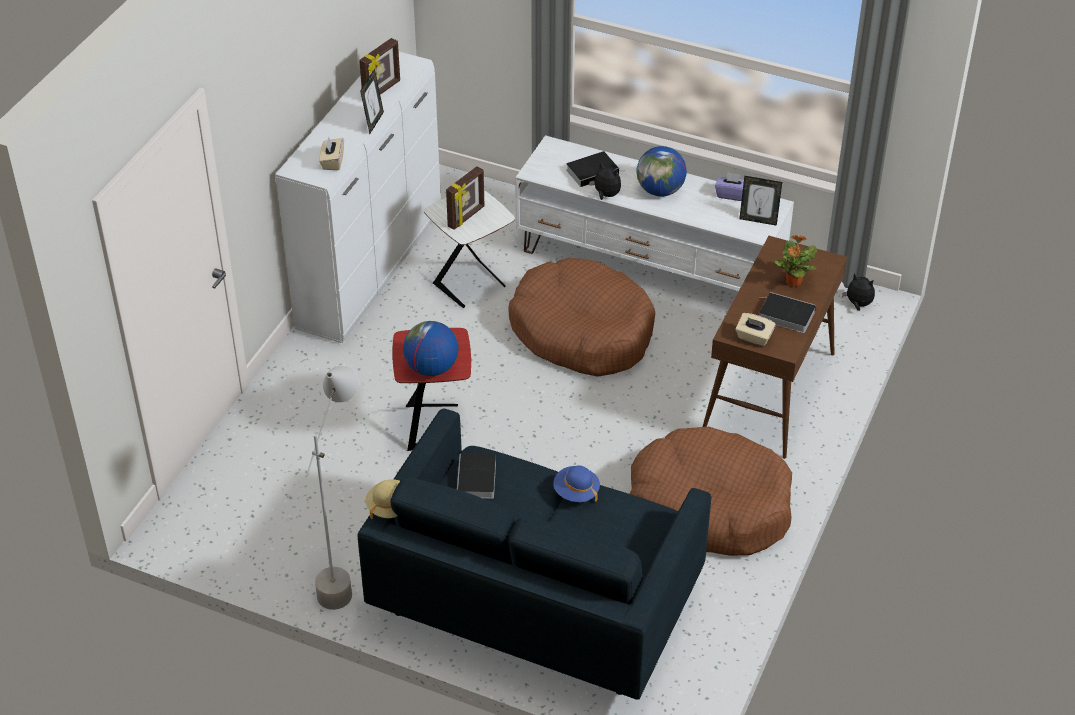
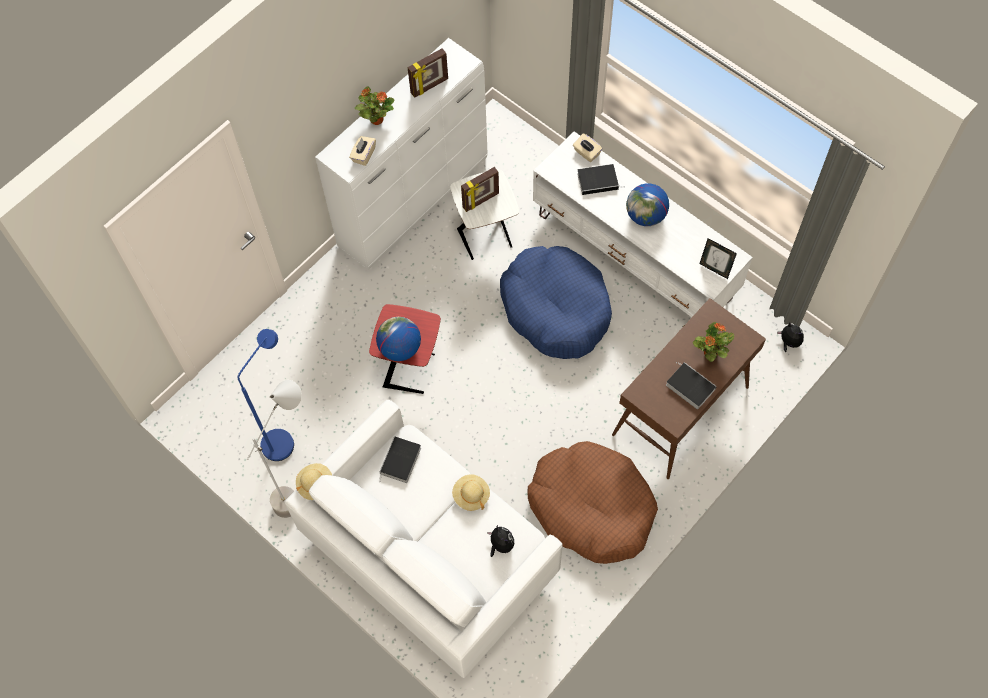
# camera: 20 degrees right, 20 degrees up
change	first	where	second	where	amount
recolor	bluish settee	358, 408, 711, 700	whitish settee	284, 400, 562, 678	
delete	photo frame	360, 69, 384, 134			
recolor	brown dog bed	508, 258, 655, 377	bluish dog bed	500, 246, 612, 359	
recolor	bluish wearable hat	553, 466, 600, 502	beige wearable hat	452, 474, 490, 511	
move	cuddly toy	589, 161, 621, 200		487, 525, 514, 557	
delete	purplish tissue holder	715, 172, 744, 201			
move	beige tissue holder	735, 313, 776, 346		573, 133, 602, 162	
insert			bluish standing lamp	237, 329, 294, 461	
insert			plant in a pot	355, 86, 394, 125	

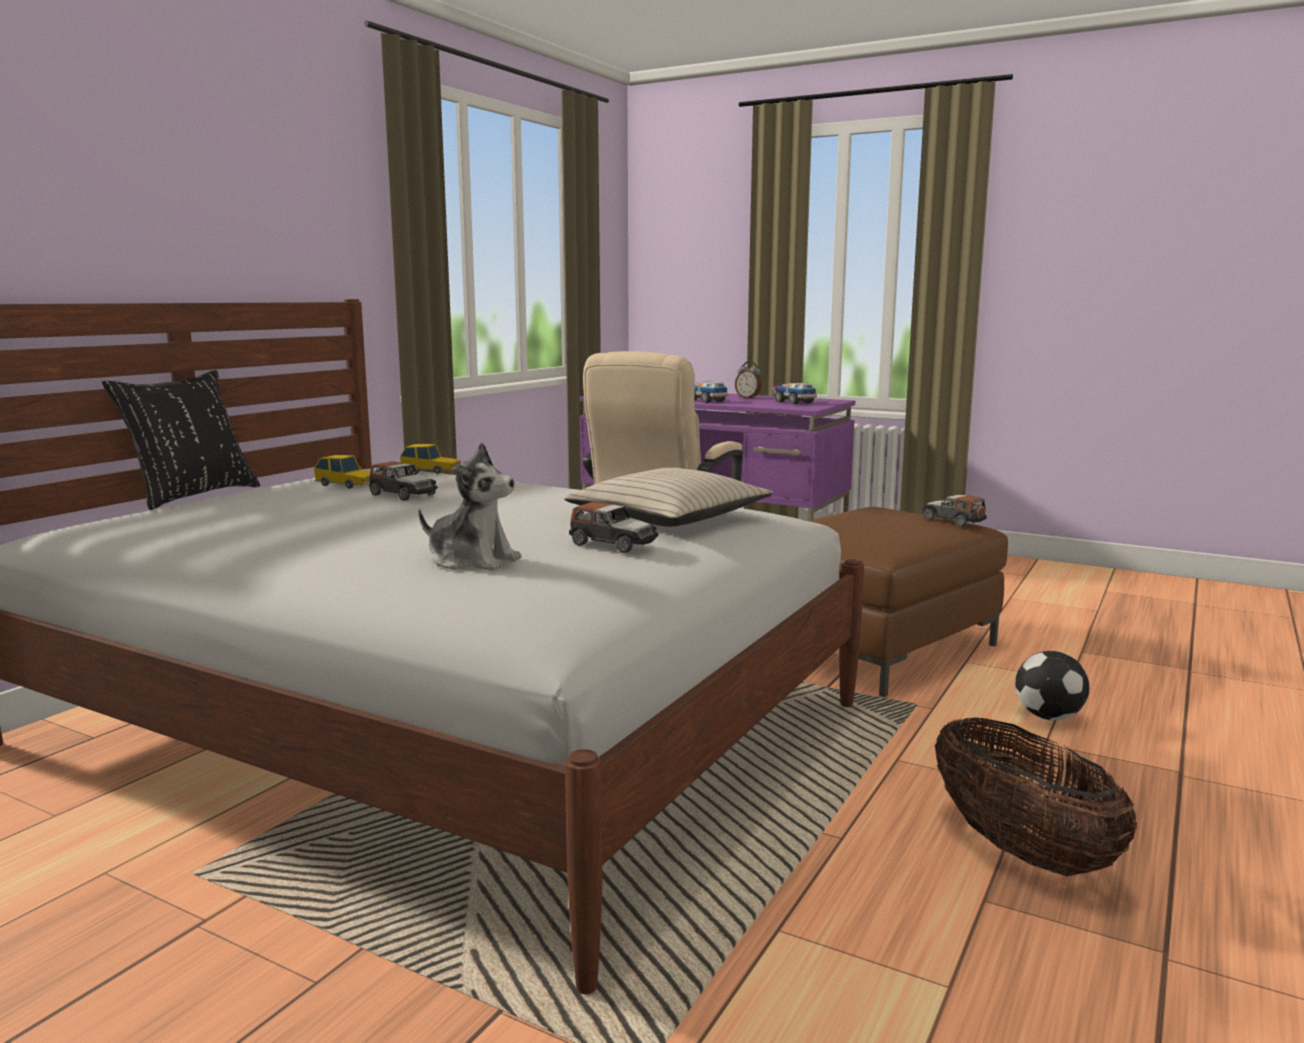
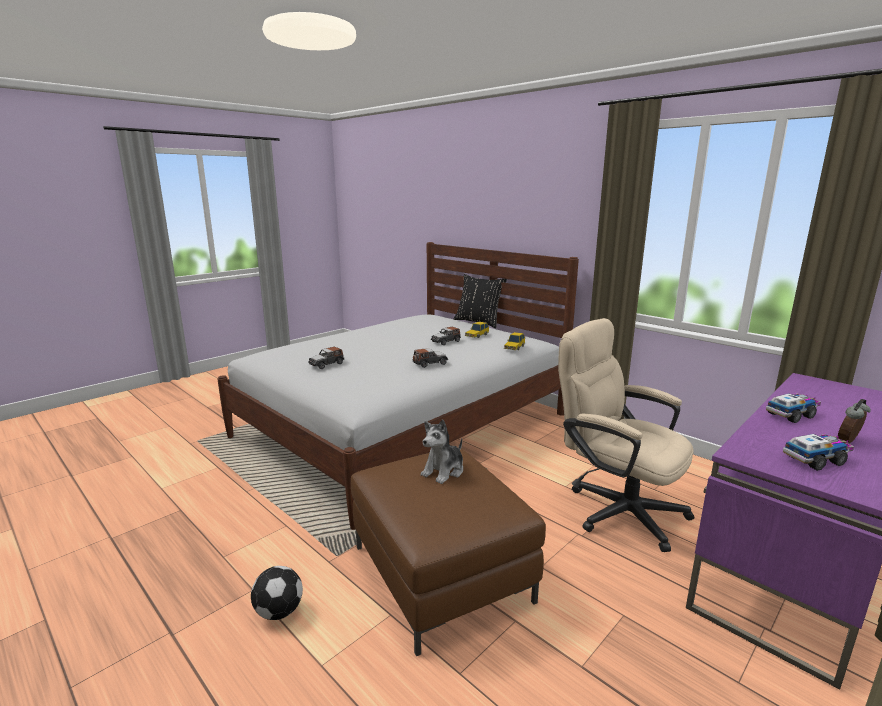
# camera: 105 degrees right, 5 degrees up
change	first	where	second	where	amount
move	cuddly toy	418, 443, 521, 571		421, 419, 463, 484	
delete	beige cushion	564, 468, 773, 527			
move	model car	921, 494, 987, 527		412, 348, 448, 368	
delete	storage basket	935, 718, 1137, 876			

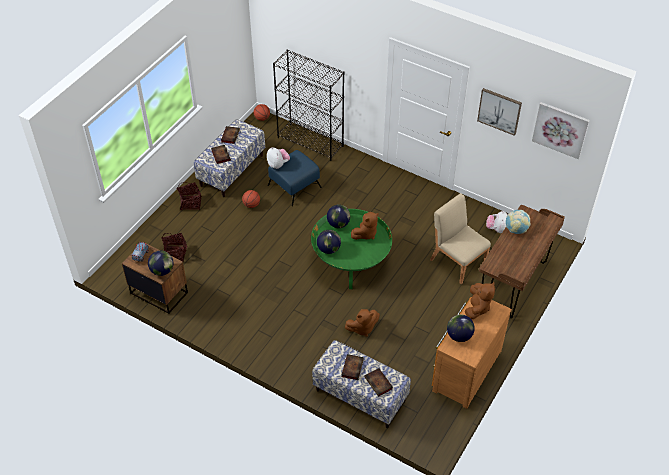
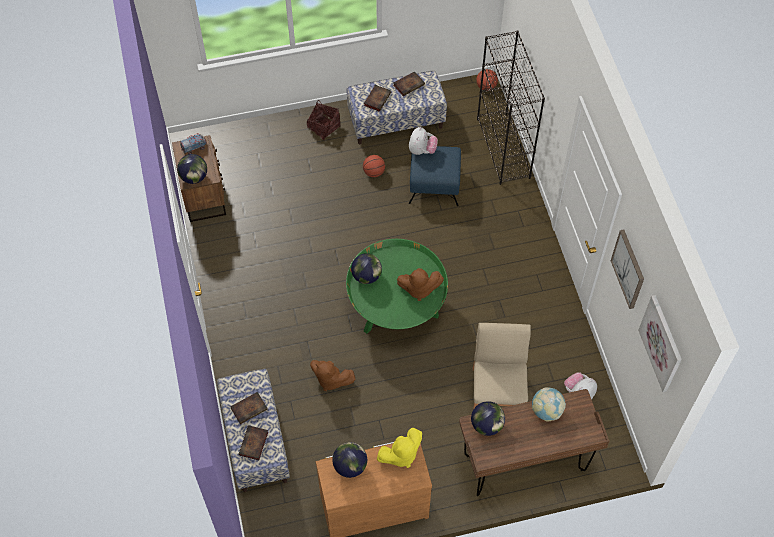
# camera: 45 degrees right, 10 degrees up
change	first	where	second	where	amount
delete	storage basket	161, 233, 187, 261			
move	desk globe	327, 205, 350, 228		471, 401, 505, 436	
recolor	brown cuddly toy	465, 282, 495, 319	yellow-coloured cuddly toy	377, 428, 422, 468	

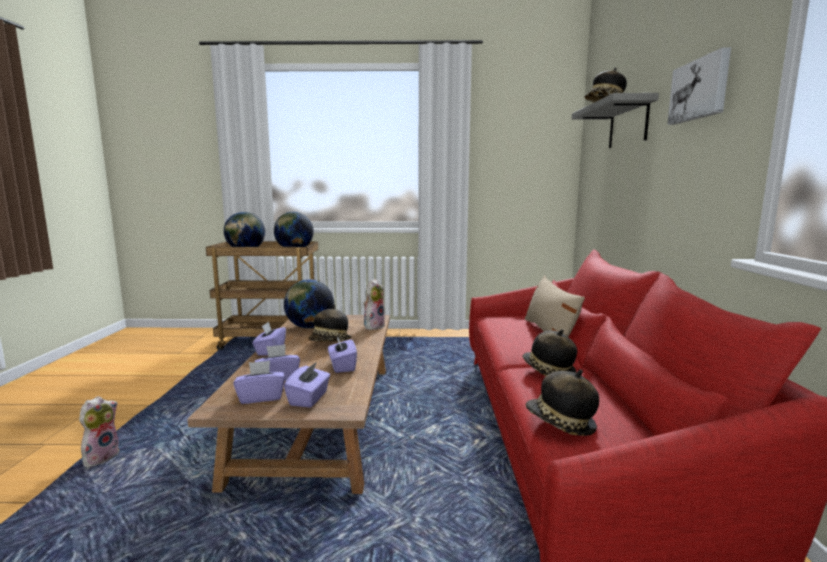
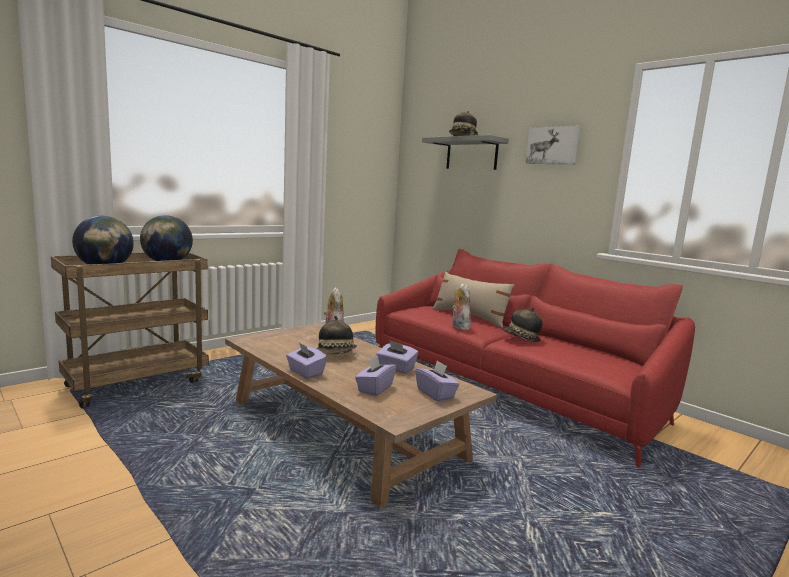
# camera: 45 degrees left, 0 degrees up
change	first	where	second	where	amount
move	cuddly toy	79, 396, 120, 467		452, 283, 472, 330	
delete	purplish tissue holder	233, 360, 285, 404			
delete	desk globe	284, 279, 334, 328			
delete	wearable hat	526, 369, 599, 436			

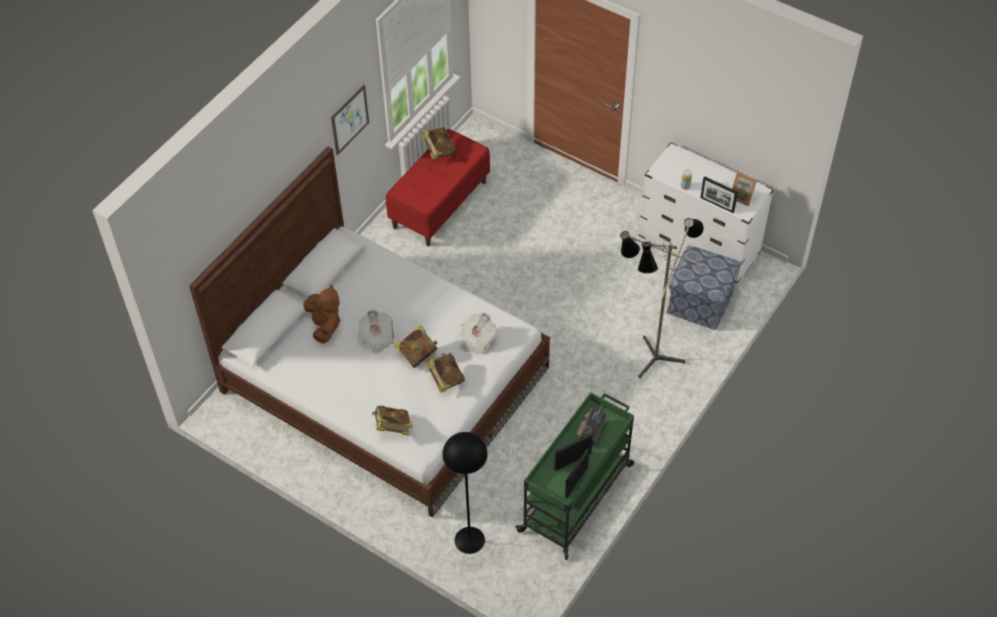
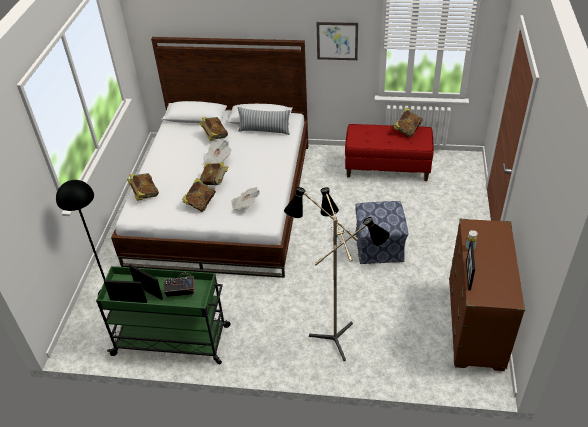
# camera: 65 degrees right, 10 degrees down
change	first	where	second	where	amount
replace	brown cuddly toy	304, 284, 341, 343	book	199, 117, 228, 141	
recolor	whitish chest of drawers	639, 142, 774, 285	brown chest of drawers	449, 219, 525, 371	
move	pouffe	666, 245, 740, 330		355, 201, 408, 264	
delete	photo frame	732, 172, 757, 206			
insert			cushion	238, 107, 290, 135	

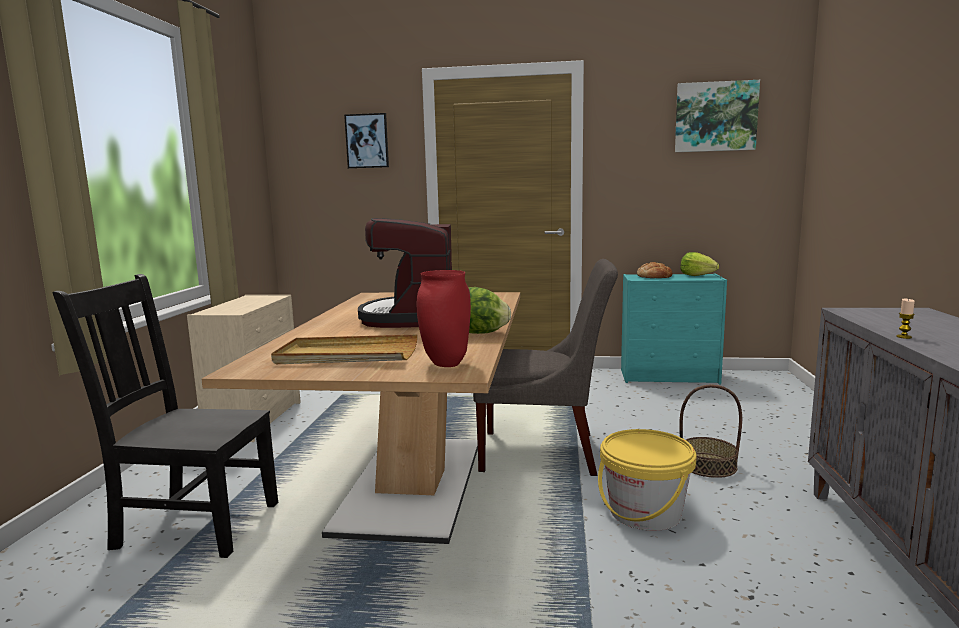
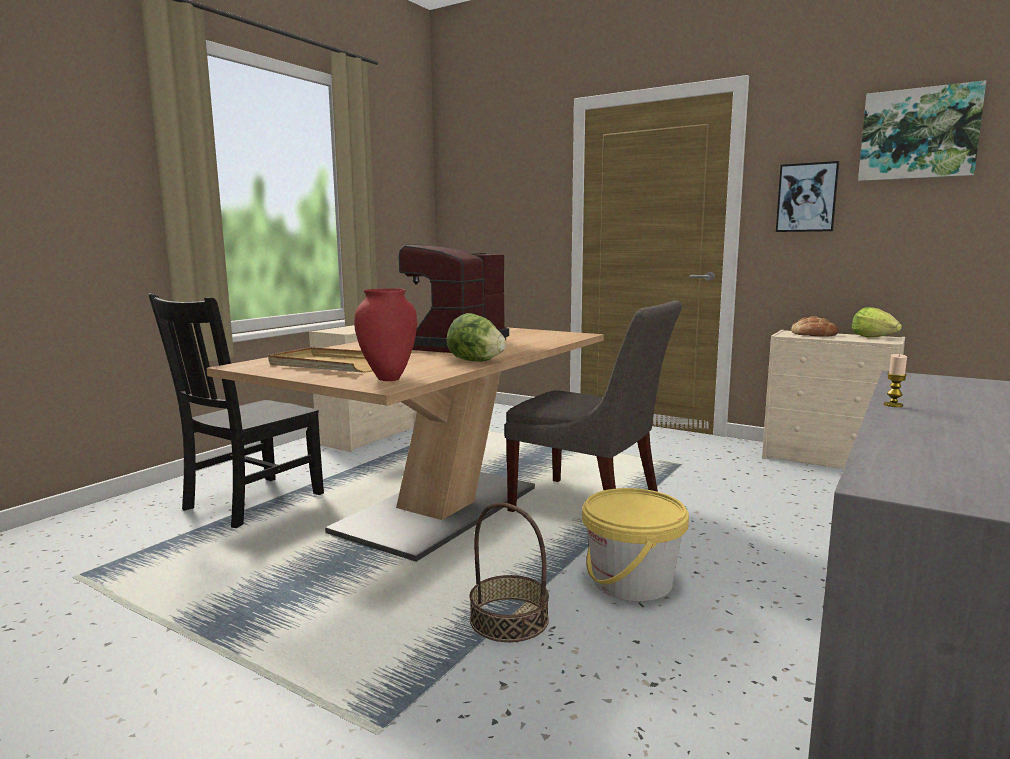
# camera: 25 degrees right, 0 degrees up
change	first	where	second	where	amount
rotate	black upright chair	53, 274, 278, 558		148, 294, 324, 528	90 degrees counterclockwise
move	wall picture	344, 113, 389, 169		776, 161, 839, 232	
recolor	blue-green chest of drawers	621, 273, 727, 384	beige chest of drawers	762, 330, 905, 469	
move	storage basket	680, 384, 742, 478		469, 503, 549, 642	

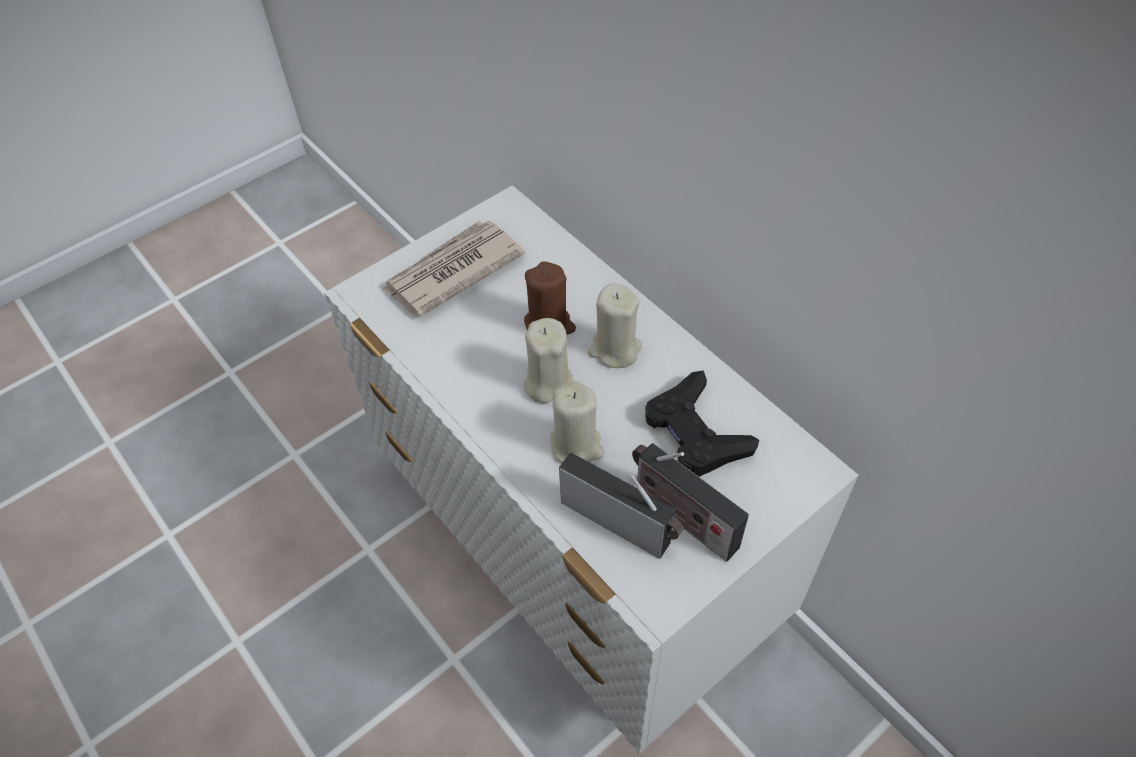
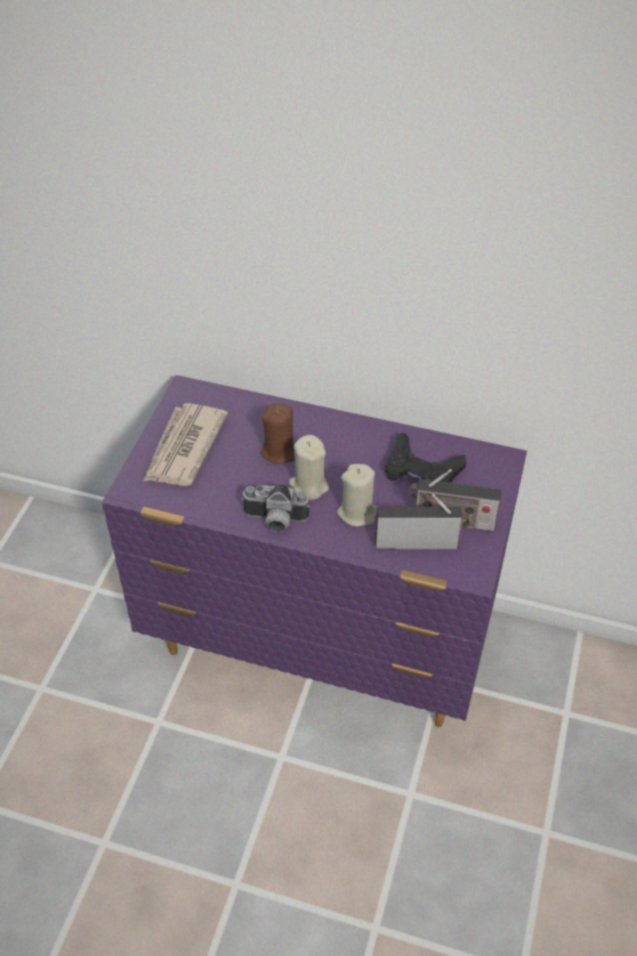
# camera: 35 degrees left, 5 degrees down
change	first	where	second	where	amount
recolor	whitish chest of drawers	324, 185, 858, 754	purplish chest of drawers	102, 375, 527, 727	
delete	beige wax light	588, 283, 642, 368			
insert			still camera	241, 483, 310, 532	

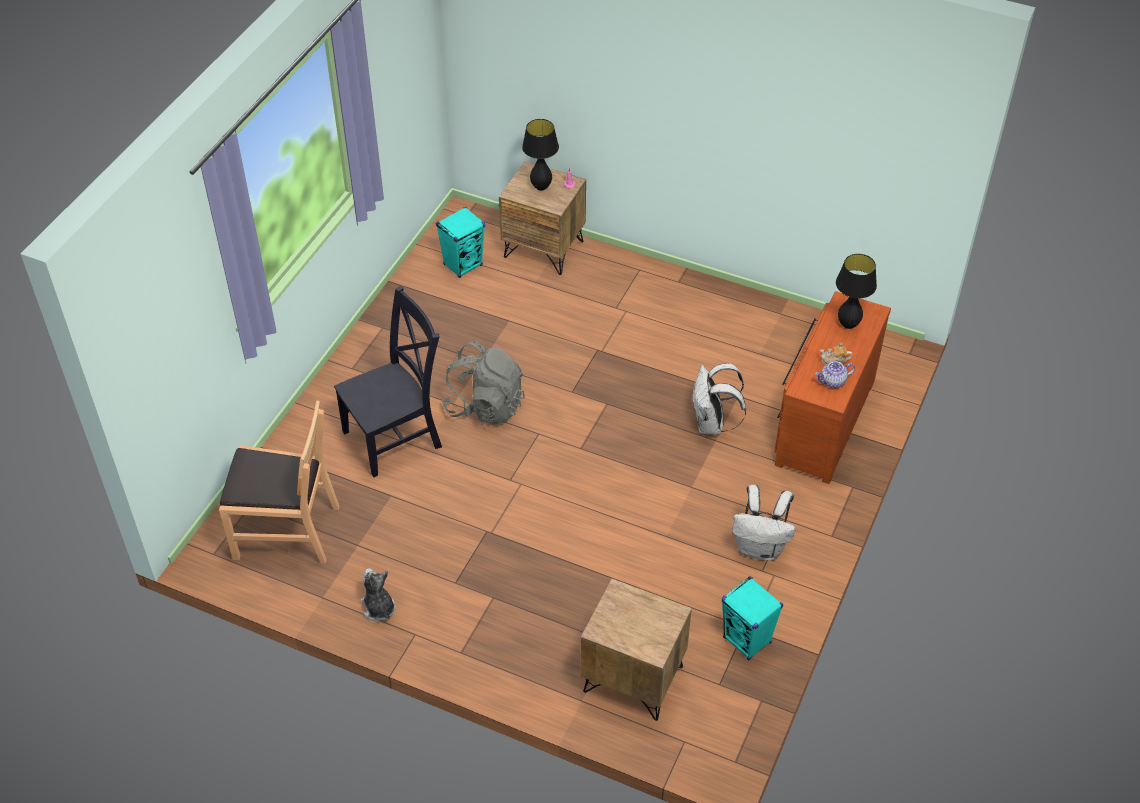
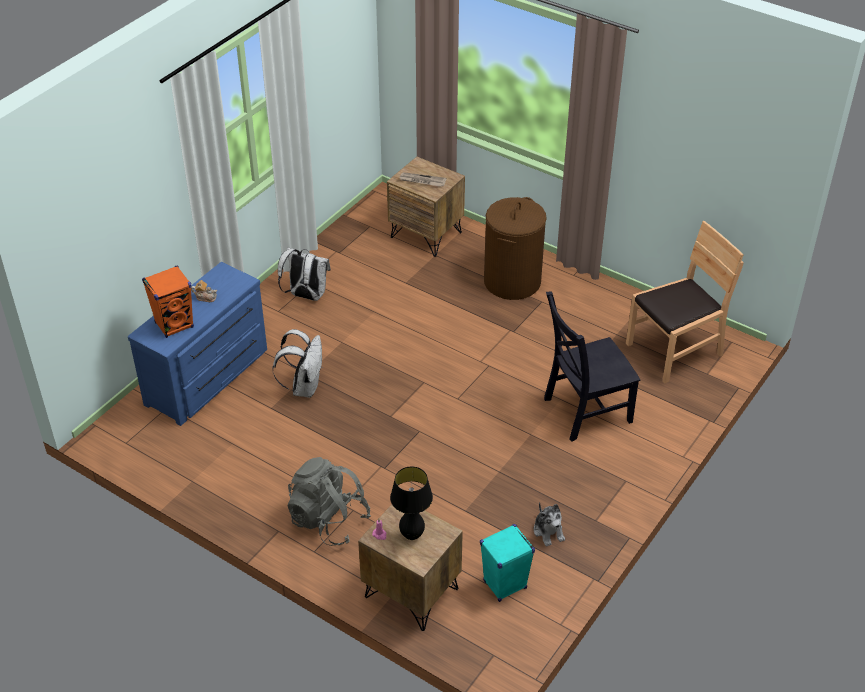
# camera: 170 degrees left, 5 degrees down
change	first	where	second	where	amount
rotate	brown upright chair	219, 400, 340, 564		626, 221, 744, 384	135 degrees clockwise
move	cuddly toy	360, 568, 396, 621		534, 502, 565, 546	
move	greyish backpack	442, 341, 525, 424		287, 457, 371, 546	
delete	blue-green loudspeaker	722, 576, 783, 660			
recolor	brown chest of drawers	774, 291, 891, 484	bluish chest of drawers	128, 262, 267, 426	
delete	tea pot	815, 361, 855, 388			
replace	black lamp for a table	836, 254, 877, 329	orange loudspeaker	142, 266, 194, 338	
insert			daily paper	399, 172, 446, 187	
insert			brown washing basket	484, 197, 547, 300	

